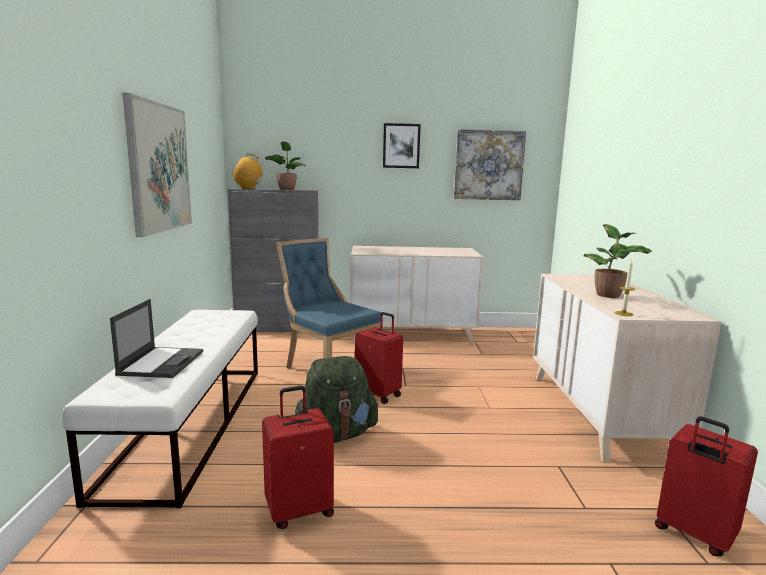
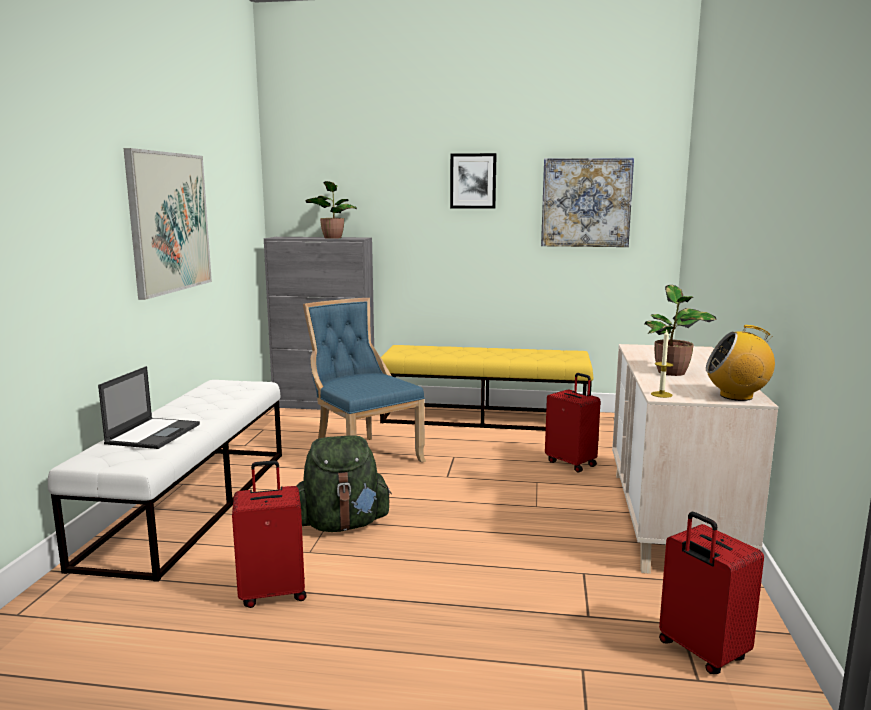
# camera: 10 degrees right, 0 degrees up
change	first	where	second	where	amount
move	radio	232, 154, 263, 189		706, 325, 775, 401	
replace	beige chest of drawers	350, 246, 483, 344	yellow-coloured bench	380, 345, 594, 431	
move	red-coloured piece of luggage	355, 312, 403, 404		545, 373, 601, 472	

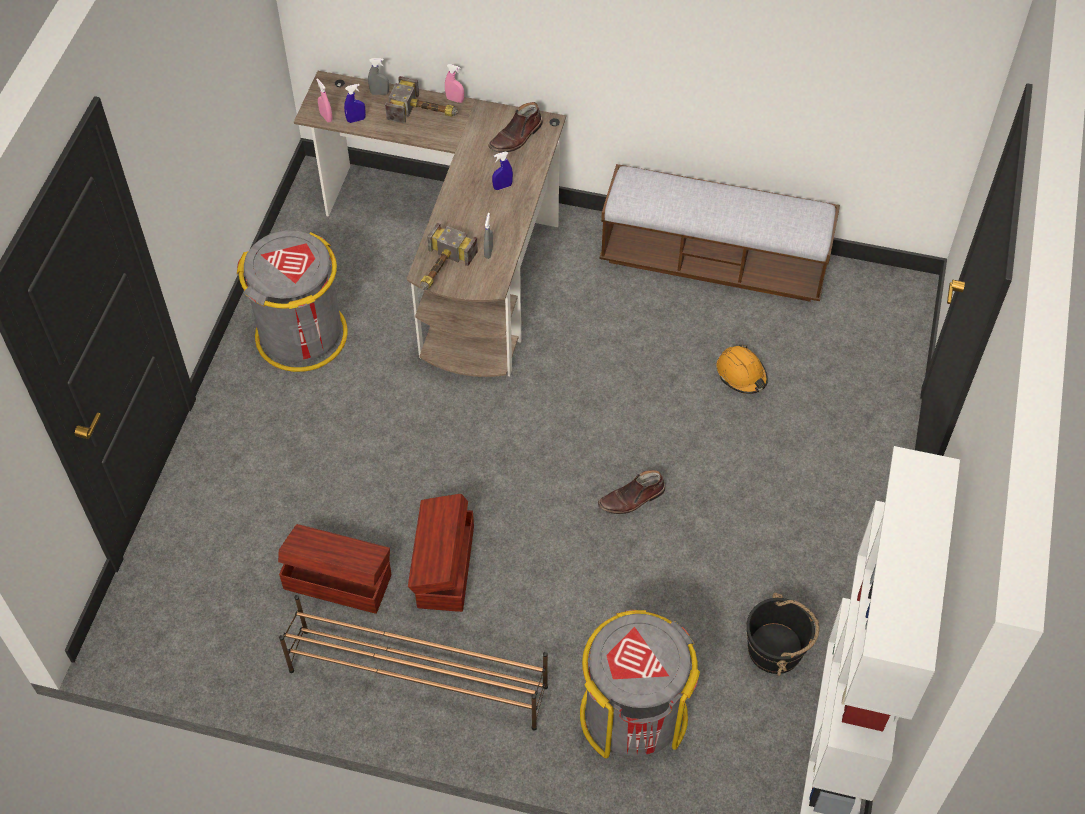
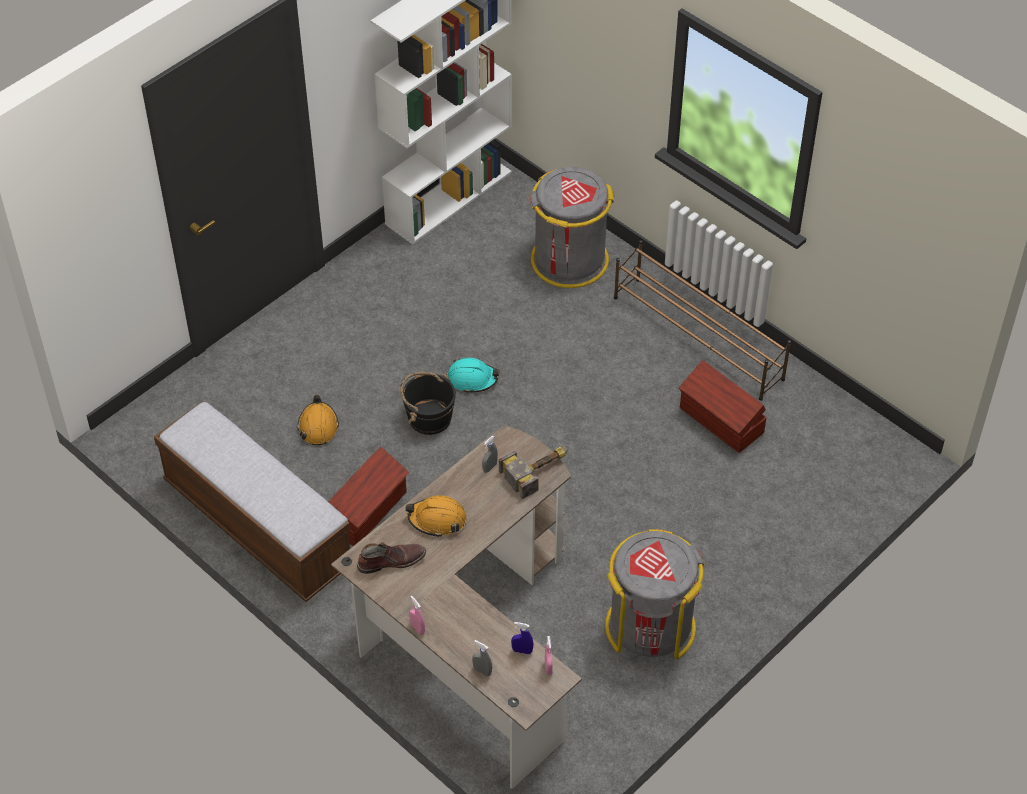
# camera: 150 degrees left, 5 degrees down
change	first	where	second	where	amount
delete	hammer	385, 76, 459, 124			
move	brown storage container	408, 494, 474, 612		328, 446, 409, 546	
replace	bluish spray bottle	492, 152, 513, 190	orange safety helmet	405, 495, 467, 537	
replace	brown tall boot	598, 470, 665, 514	blue-green safety helmet	447, 358, 500, 393	
move	black pail	747, 593, 819, 676		400, 372, 456, 435	

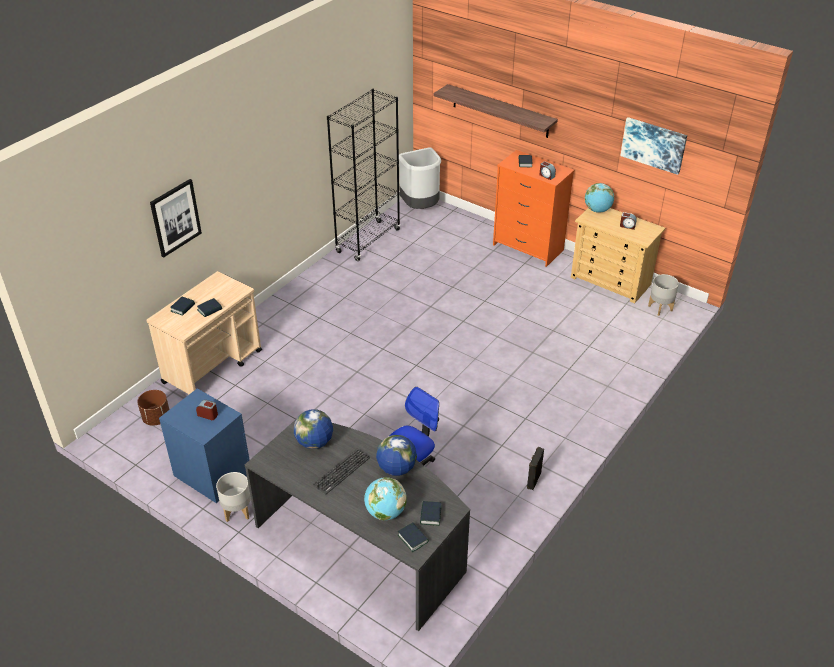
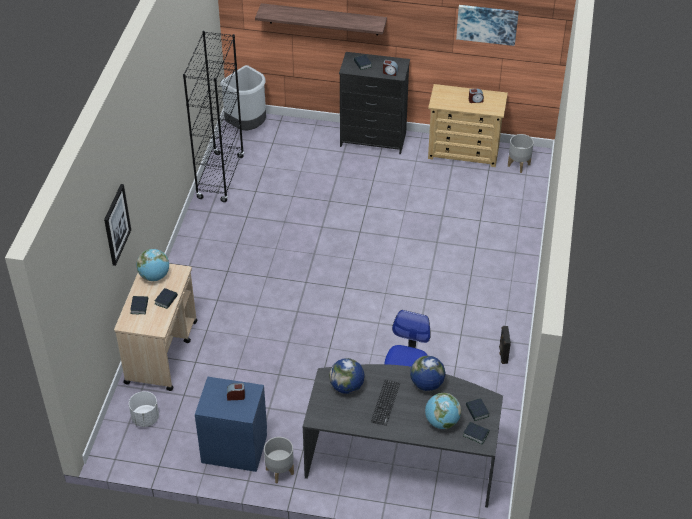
# camera: 25 degrees left, 5 degrees up
change	first	where	second	where	amount
recolor	brown planter	137, 390, 169, 426	whitish planter	129, 391, 159, 427	
recolor	orange chest of drawers	493, 150, 574, 267	black chest of drawers	339, 52, 410, 154	
move	desk globe	585, 183, 614, 213		137, 249, 169, 281	

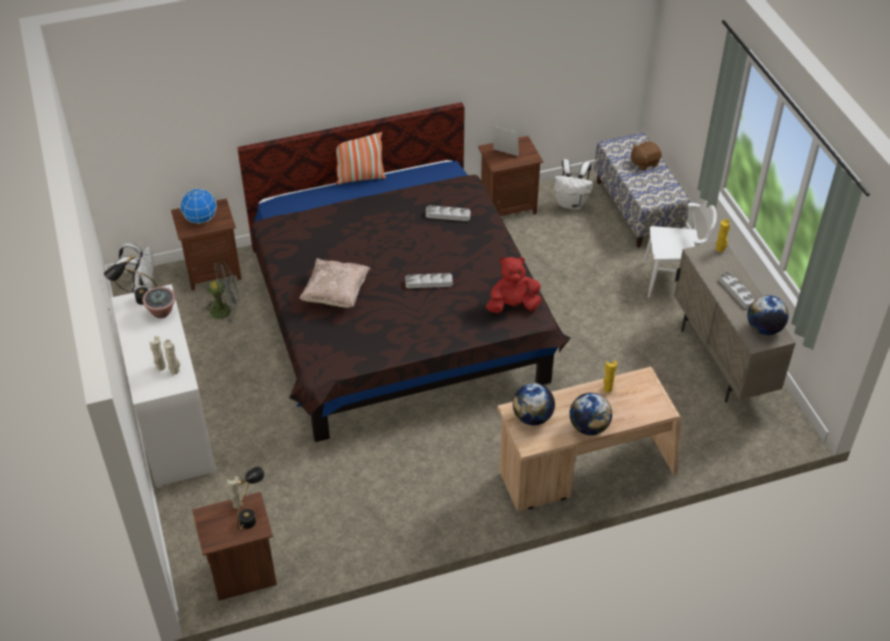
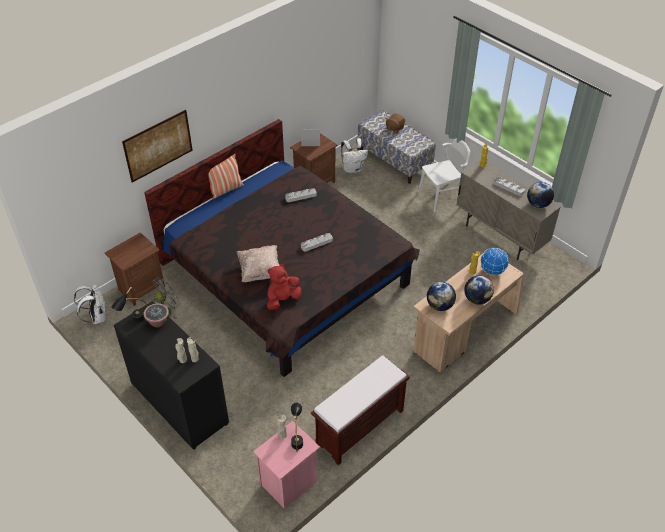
# camera: 25 degrees left, 0 degrees up
change	first	where	second	where	amount
recolor	whitish chest of drawers	111, 284, 216, 488	black chest of drawers	114, 301, 229, 449	
move	desk globe	180, 188, 217, 223		480, 248, 509, 275	
recolor	brown nightstand	192, 492, 277, 601	pink nightstand	253, 421, 320, 509	
move	red-coloured cuddly toy	486, 257, 541, 313		267, 264, 302, 310	
insert			wall picture	122, 110, 193, 183	
insert			brown bench	311, 355, 410, 466	

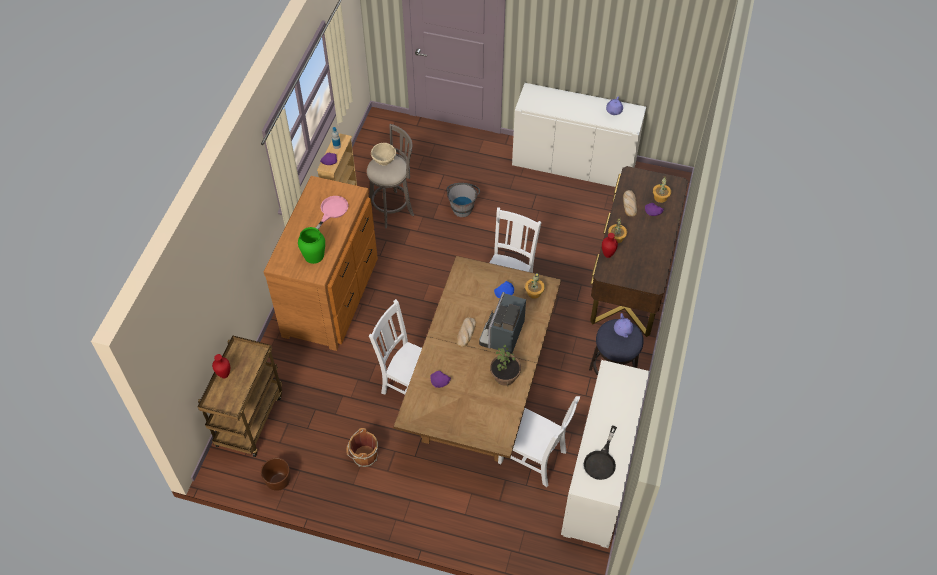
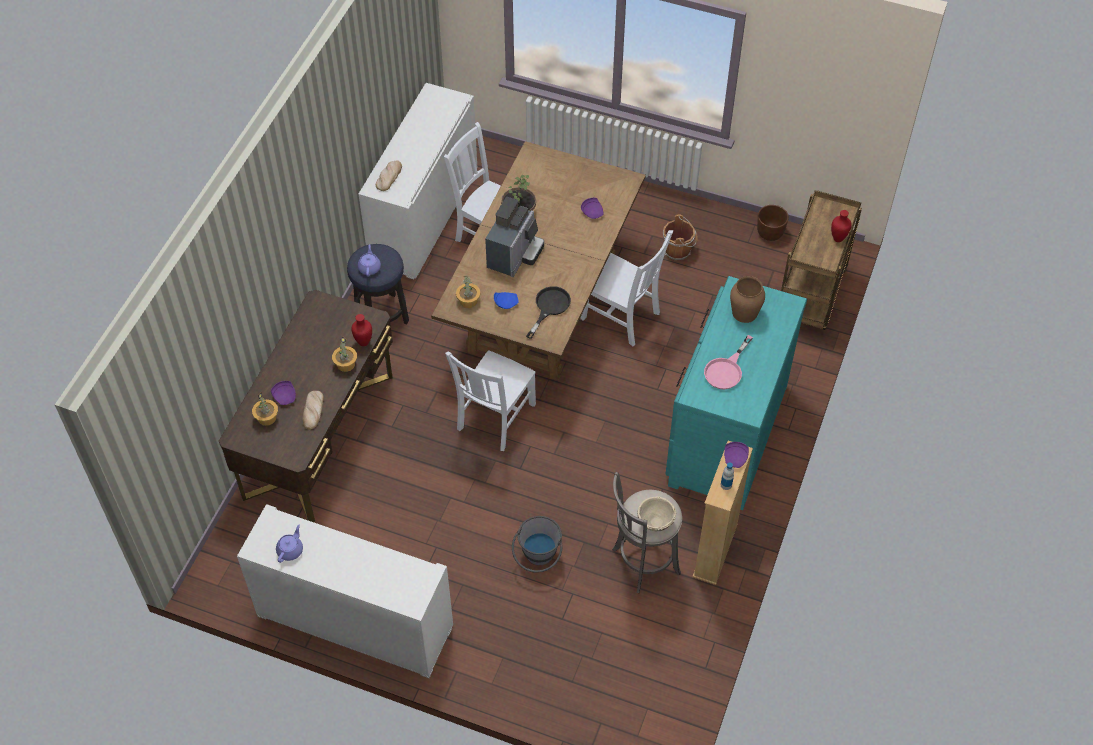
# camera: 175 degrees left, 0 degrees up
change	first	where	second	where	amount
recolor	brown chest of drawers	263, 176, 378, 351	blue-green chest of drawers	666, 276, 807, 510	
recolor	green decorative vase	298, 227, 325, 264	brown decorative vase	730, 276, 765, 323	
move	baked bread	456, 317, 476, 347		376, 160, 402, 191	
move	black pan	584, 426, 617, 480		526, 286, 571, 339	

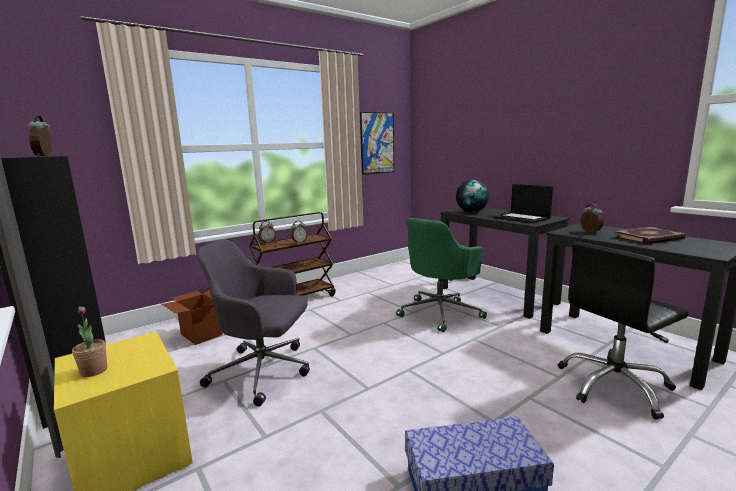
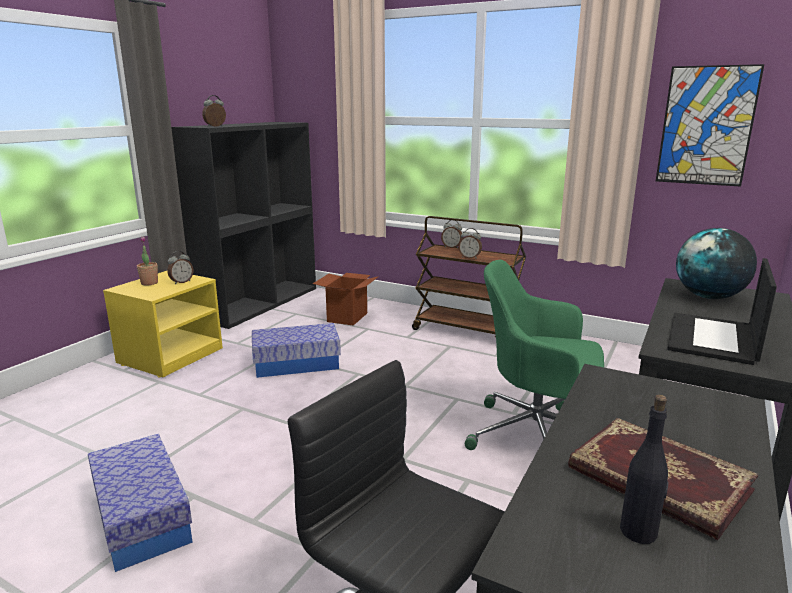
# camera: 65 degrees right, 5 degrees up
change	first	where	second	where	amount
replace	greyish desk chair	197, 239, 310, 406	storage container	252, 323, 341, 378	
move	bedside clock	580, 204, 604, 233		167, 251, 193, 284	
insert			black drink bottle	620, 395, 668, 544	

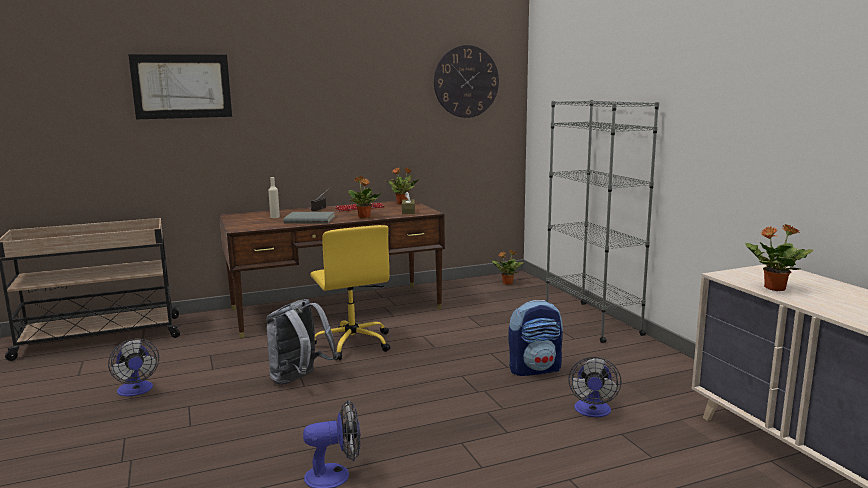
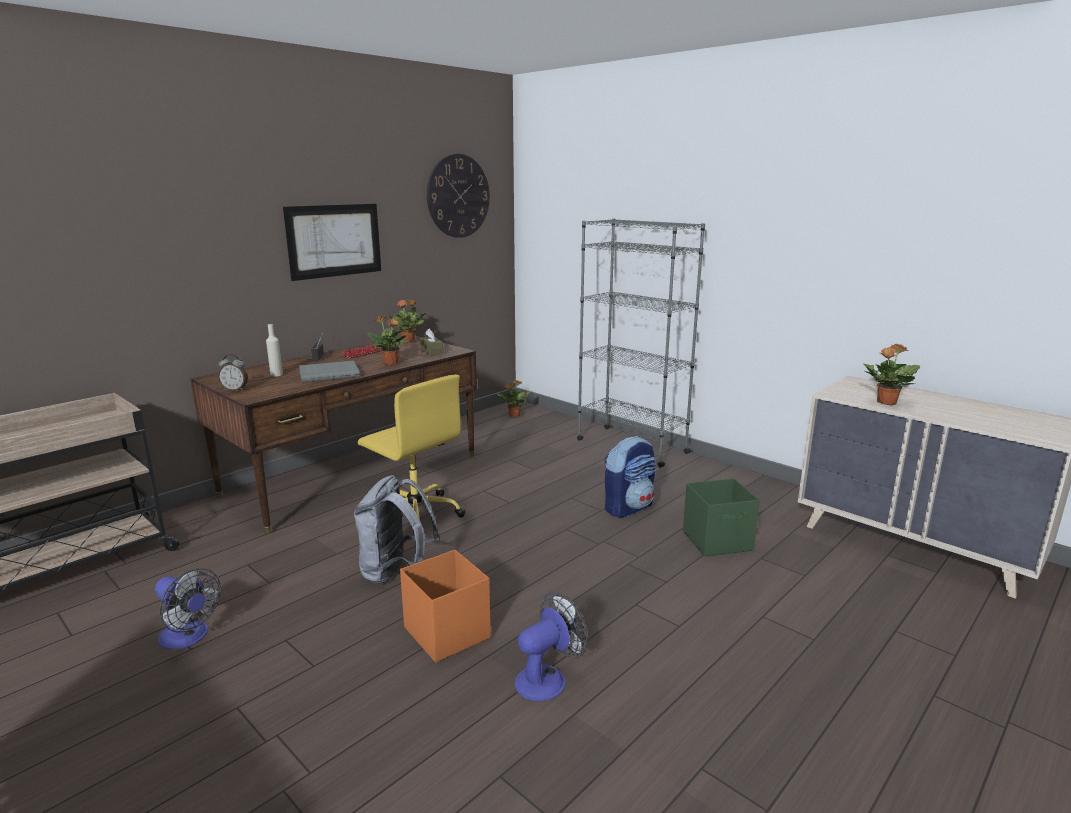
# camera: 25 degrees left, 5 degrees up
change	first	where	second	where	amount
move	wall picture	128, 54, 232, 119		283, 204, 381, 281	
replace	electric fan	568, 357, 622, 417	green storage container	683, 478, 760, 557	
insert			bedside clock	218, 354, 248, 391	
insert			orange storage container	400, 550, 491, 663	

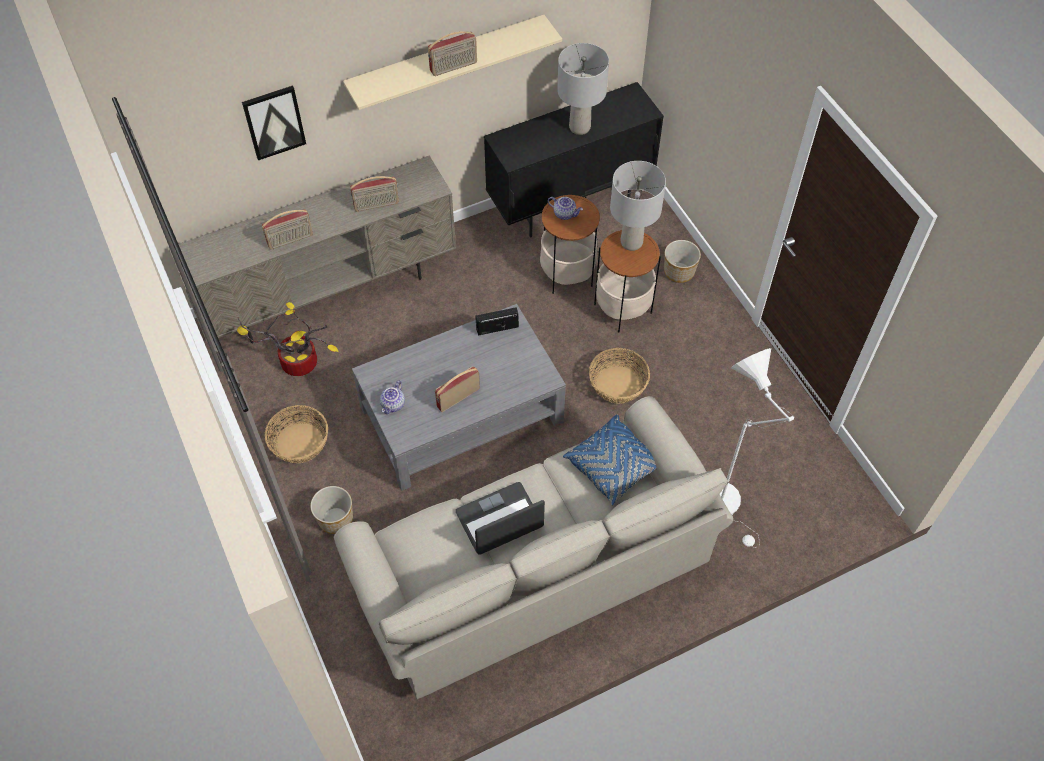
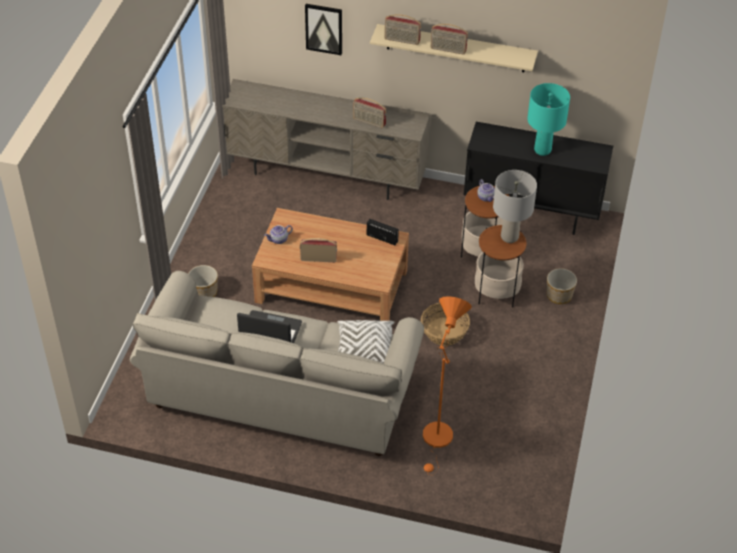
# camera: 40 degrees right, 10 degrees down
change	first	where	second	where	amount
delete	plant in a pot	237, 302, 339, 376			
move	radio	262, 209, 313, 250		384, 14, 421, 45	
delete	storage basket	265, 405, 328, 463			
recolor	greyish lounge table	352, 304, 566, 491	brown lounge table	252, 208, 409, 321	
recolor	greyish lamp for a table	557, 43, 609, 135	blue-green lamp for a table	527, 83, 570, 156	
recolor	bluish cushion	563, 414, 657, 506	whitish cushion	337, 320, 394, 364	
recolor	whitish standing lamp	720, 348, 794, 548	orange standing lamp	423, 296, 472, 475	

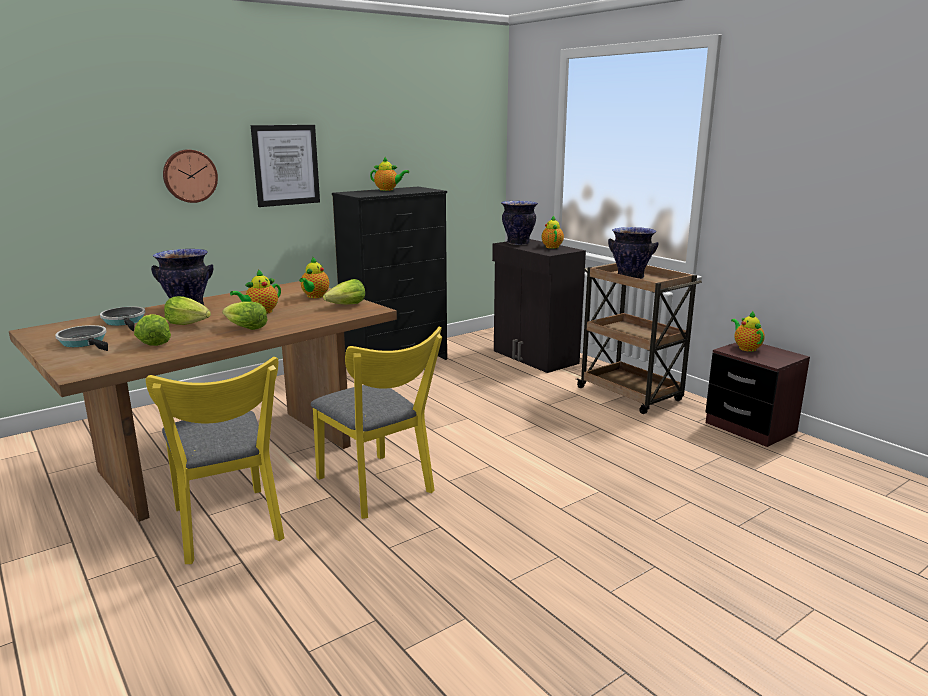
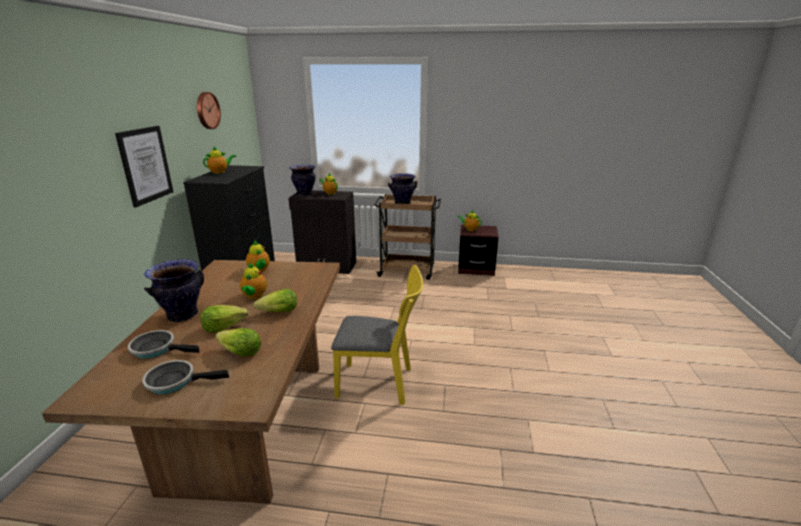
# camera: 45 degrees left, 5 degrees up
change	first	where	second	where	amount
delete	yellow-coloured upright chair	146, 357, 284, 564			
move	wall clock	163, 149, 218, 203		197, 92, 221, 129	
delete	head of lettuce	323, 279, 365, 304			

